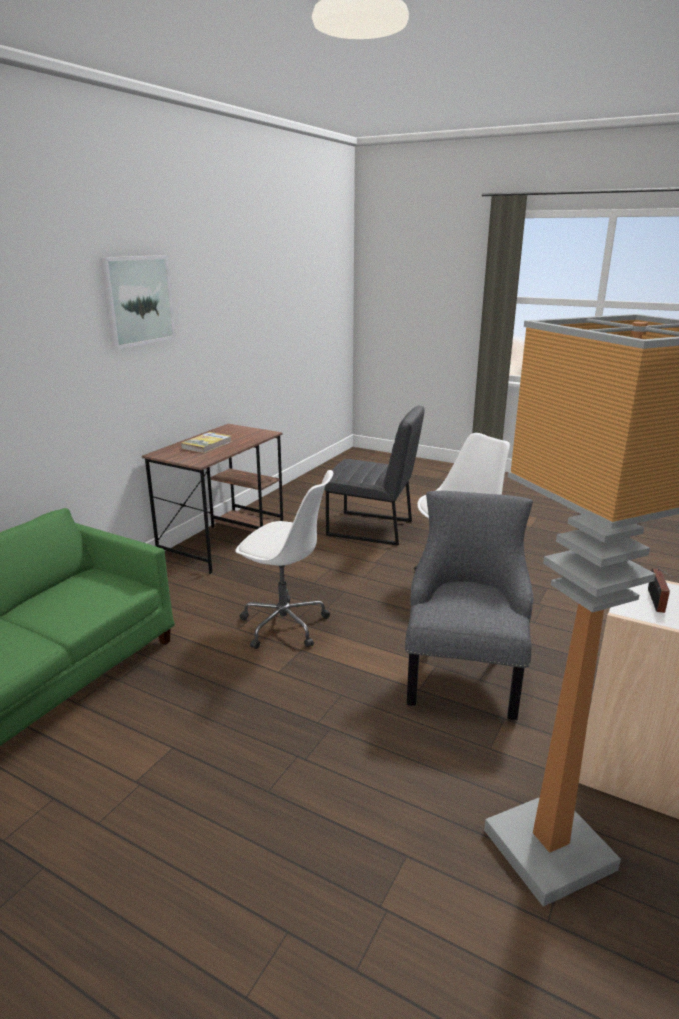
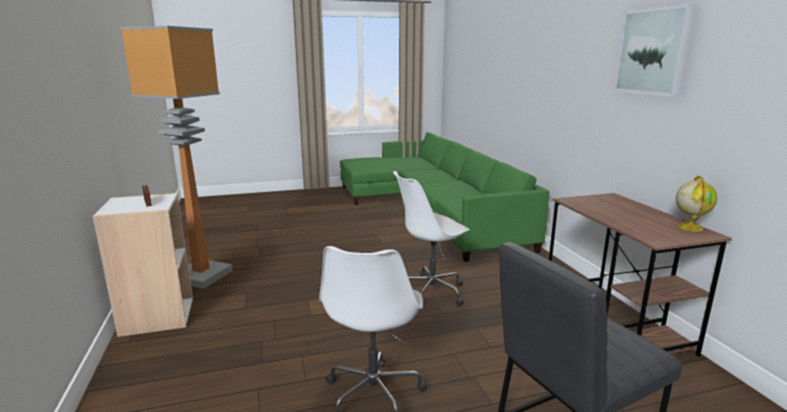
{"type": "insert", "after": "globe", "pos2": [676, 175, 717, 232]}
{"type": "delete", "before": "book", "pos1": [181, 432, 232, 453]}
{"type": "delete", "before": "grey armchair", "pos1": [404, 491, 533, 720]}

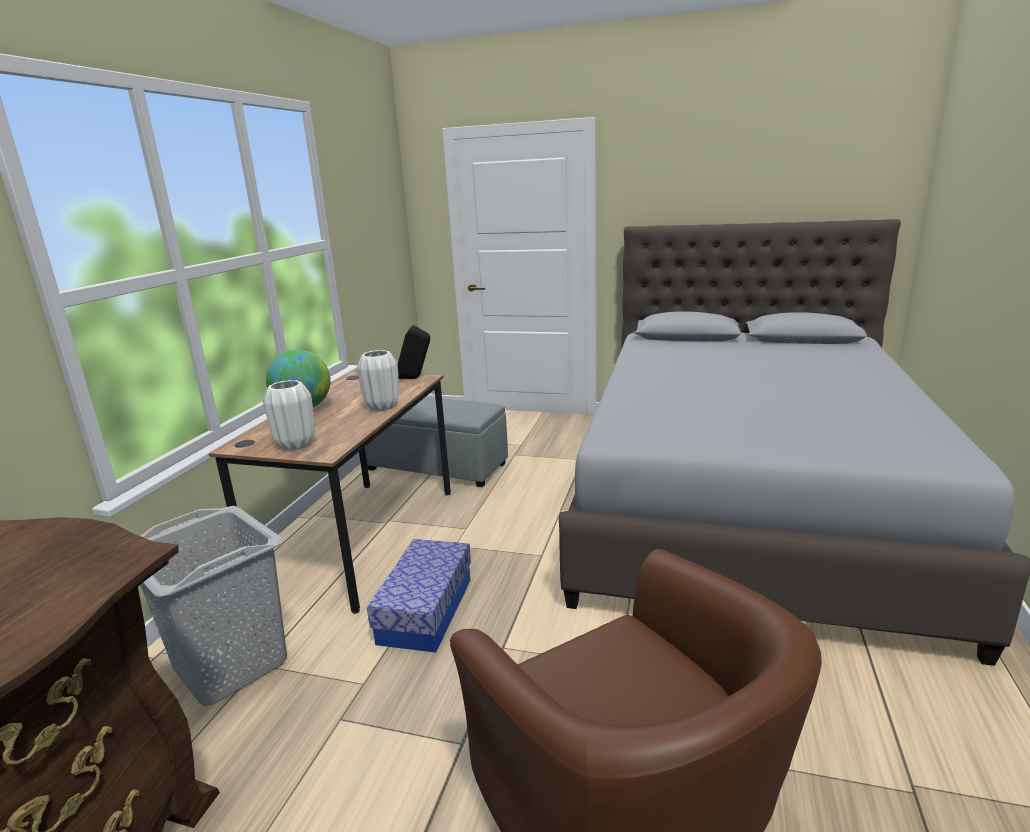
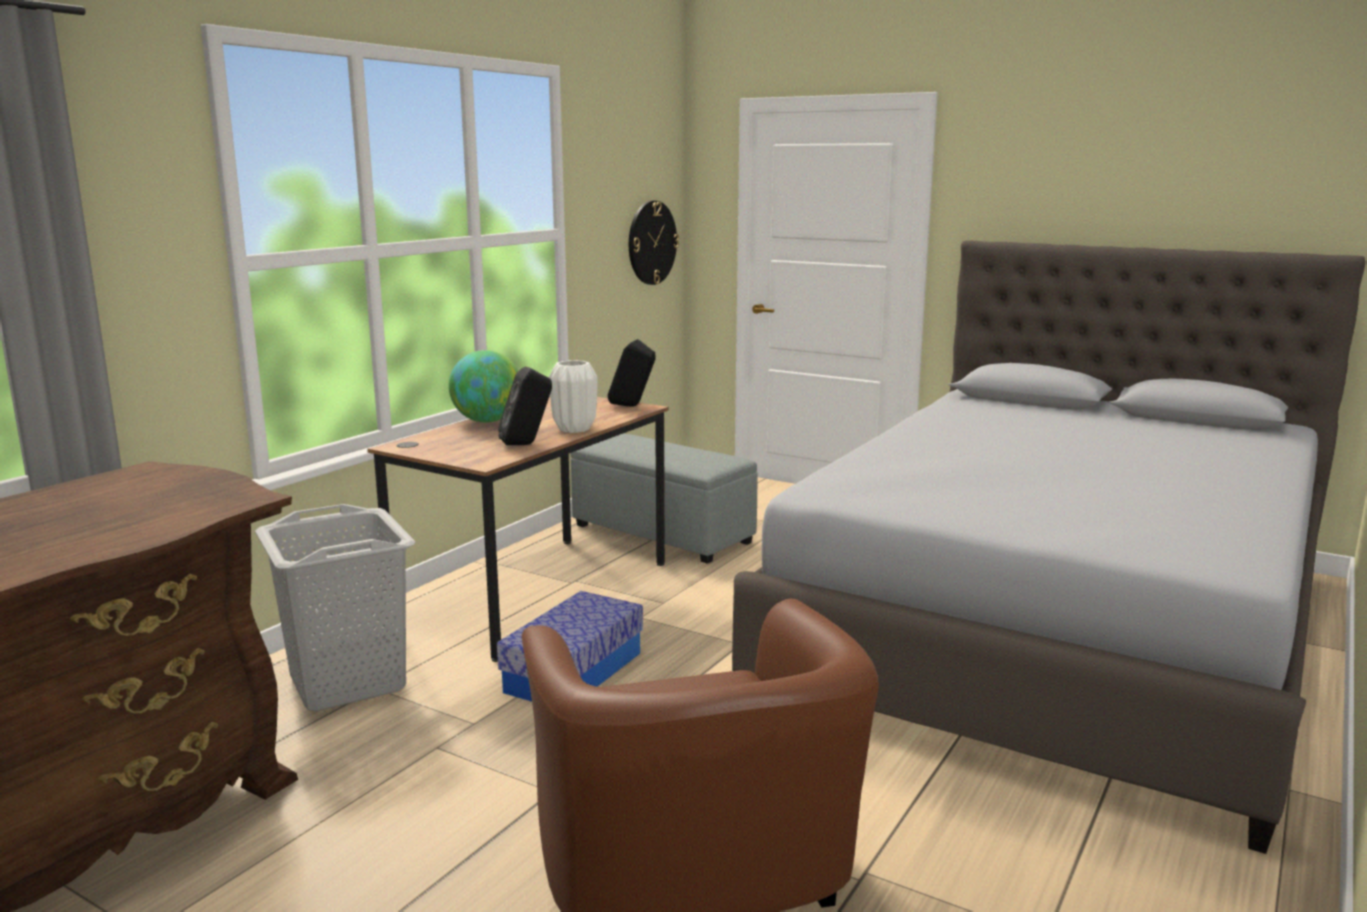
{"type": "insert", "after": "black speaker", "pos2": [498, 366, 552, 445]}
{"type": "insert", "after": "wall clock", "pos2": [629, 201, 679, 285]}
{"type": "delete", "before": "white vase", "pos1": [263, 380, 315, 451]}

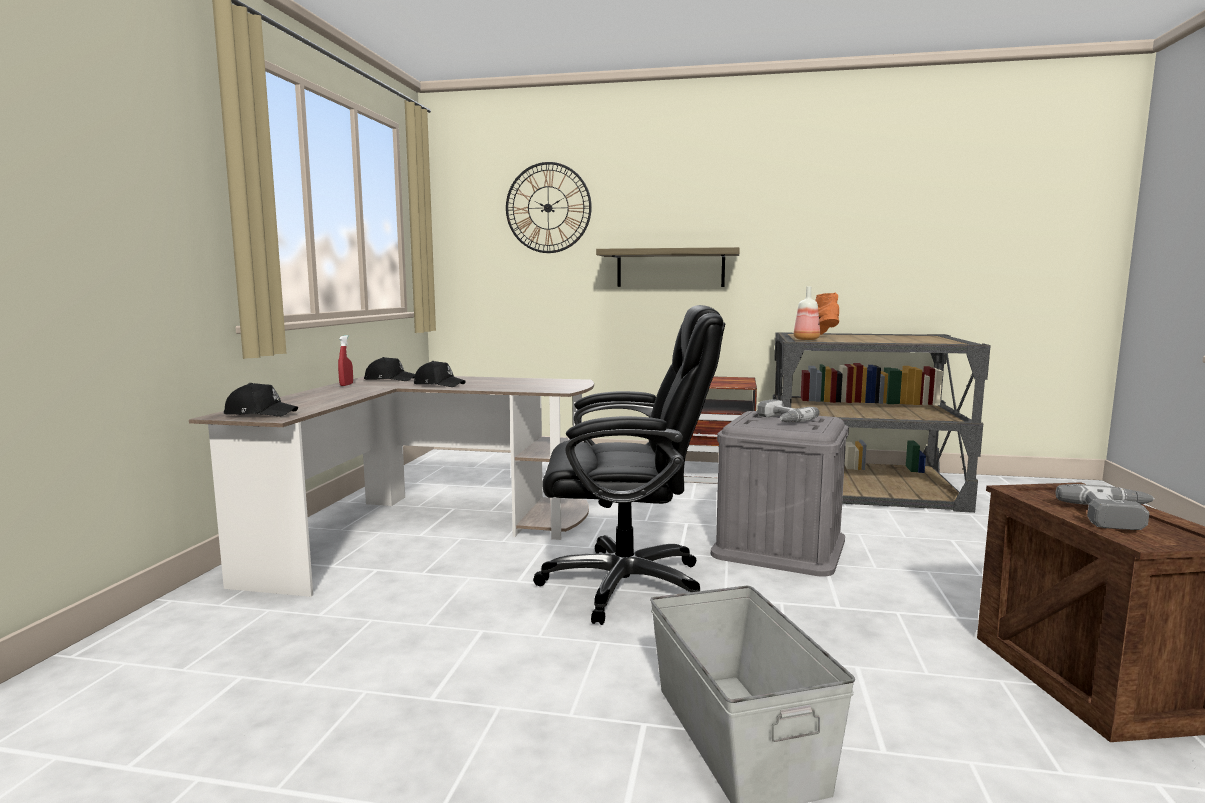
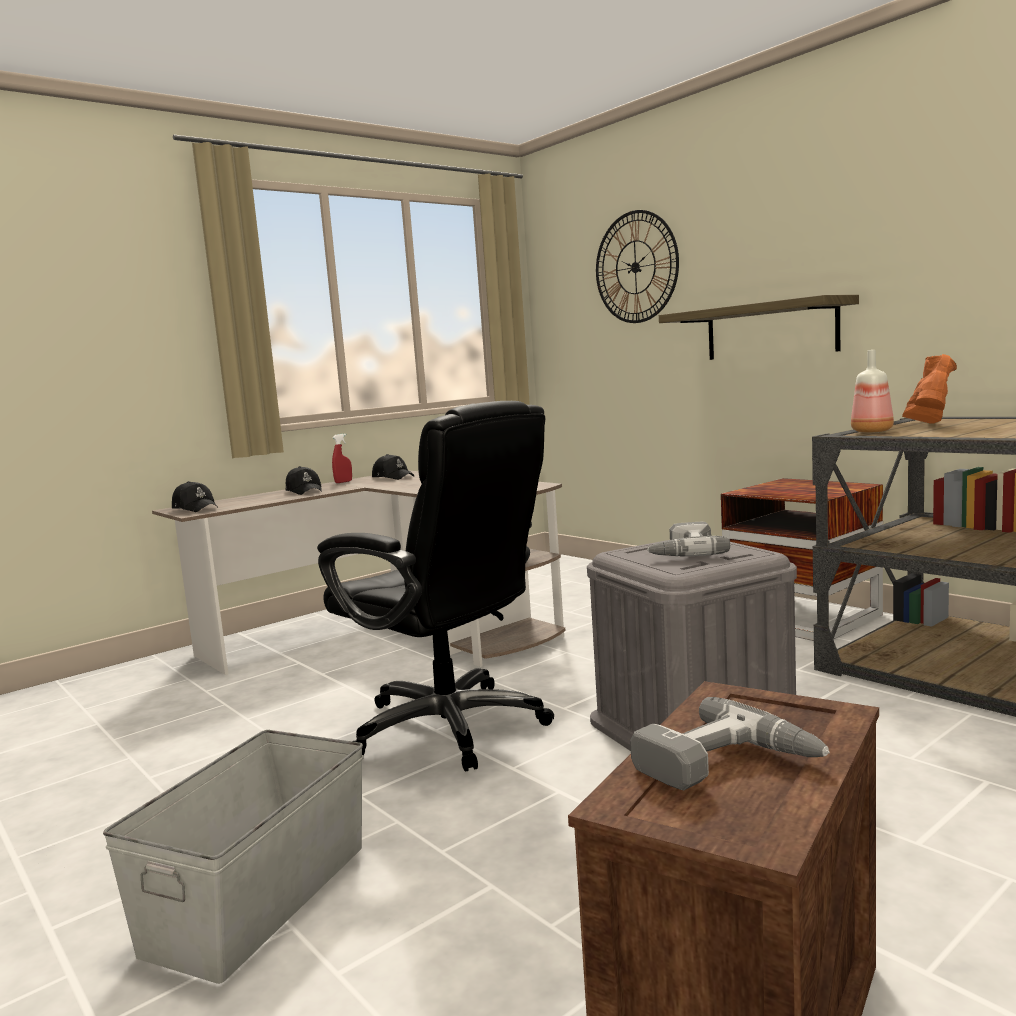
{"type": "move", "before": "black cap", "pos1": [414, 361, 466, 387], "pos2": [286, 466, 322, 495]}

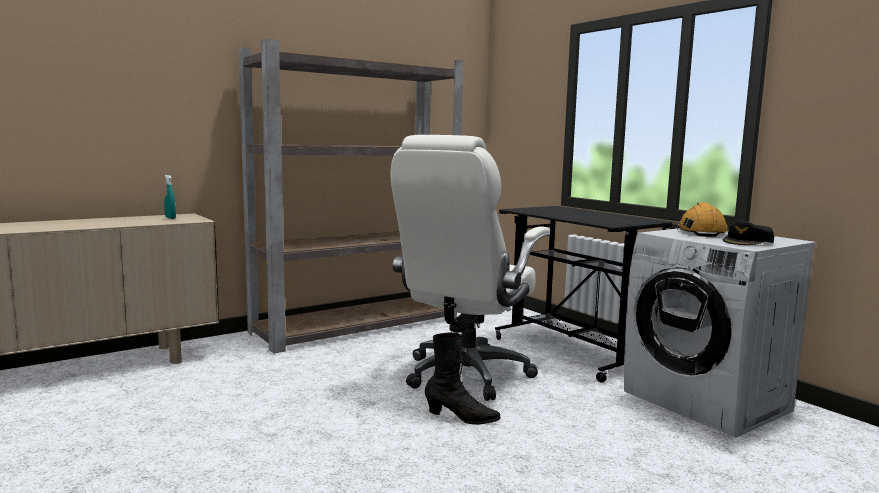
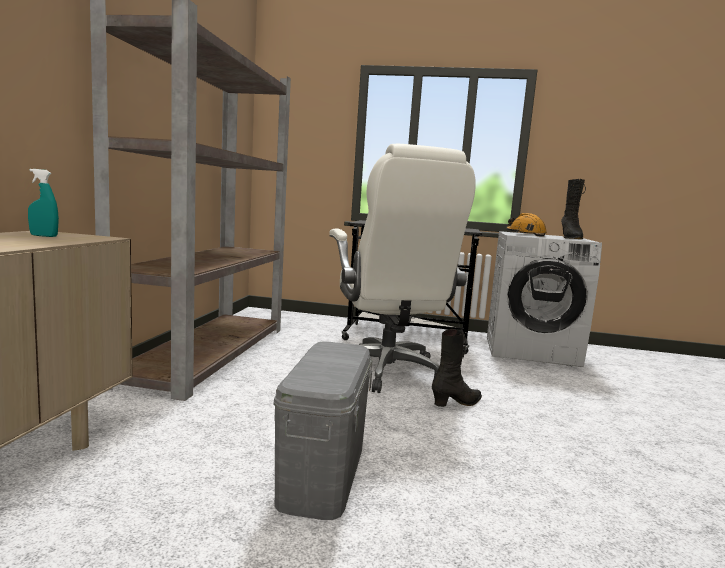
{"type": "insert", "after": "grey storage box", "pos2": [274, 341, 372, 520]}
{"type": "replace", "before": "black cap", "after": "black boot", "pos1": [723, 221, 774, 245], "pos2": [561, 179, 586, 239]}

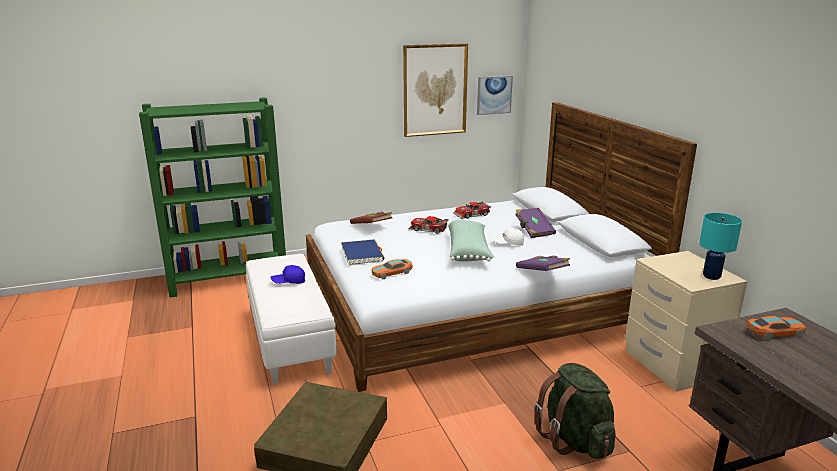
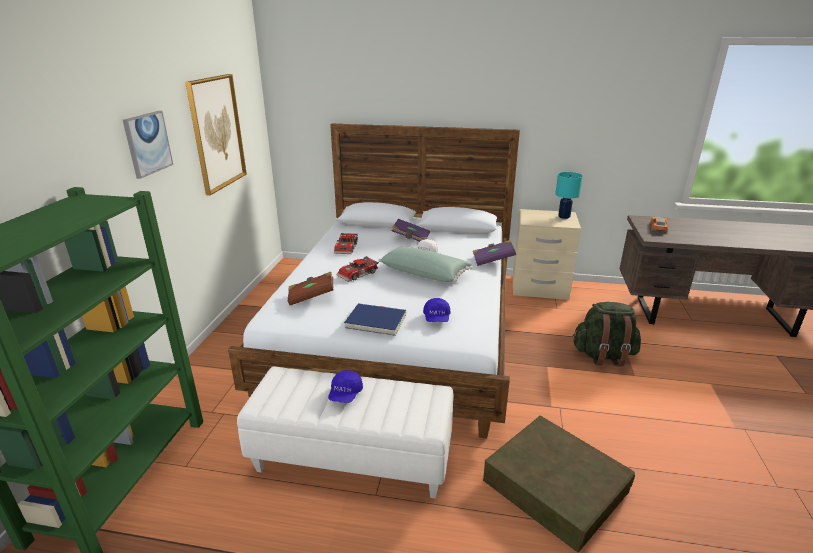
{"type": "move", "before": "picture", "pos1": [477, 76, 513, 115], "pos2": [123, 111, 173, 179]}
{"type": "replace", "before": "toy car", "after": "blue cap", "pos1": [372, 259, 413, 279], "pos2": [423, 298, 451, 322]}

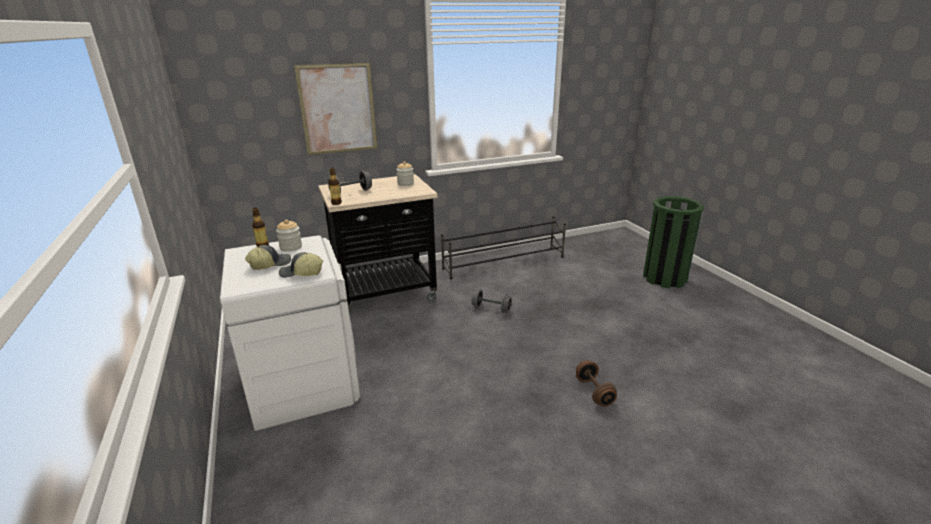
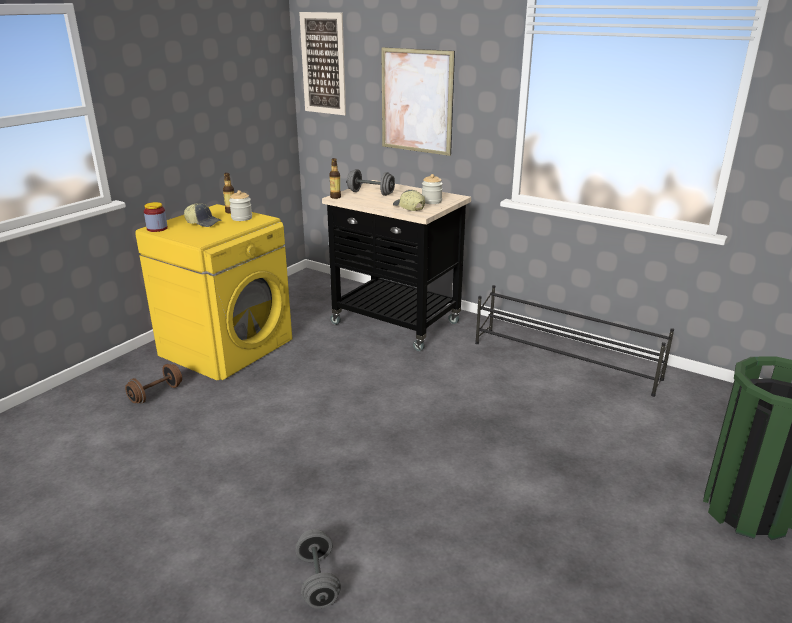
{"type": "move", "before": "brown dumbbell", "pos1": [576, 360, 617, 407], "pos2": [125, 364, 182, 403]}
{"type": "recolor", "before": "white washing machine", "after": "yellow washing machine", "pos1": [220, 235, 360, 431], "pos2": [135, 204, 292, 380]}
{"type": "insert", "after": "jar", "pos2": [144, 202, 168, 232]}
{"type": "move", "before": "grey dumbbell", "pos1": [472, 289, 512, 313], "pos2": [295, 529, 341, 609]}
{"type": "insert", "after": "picture", "pos2": [299, 12, 346, 115]}
{"type": "move", "before": "cap", "pos1": [279, 252, 323, 278], "pos2": [393, 190, 425, 211]}

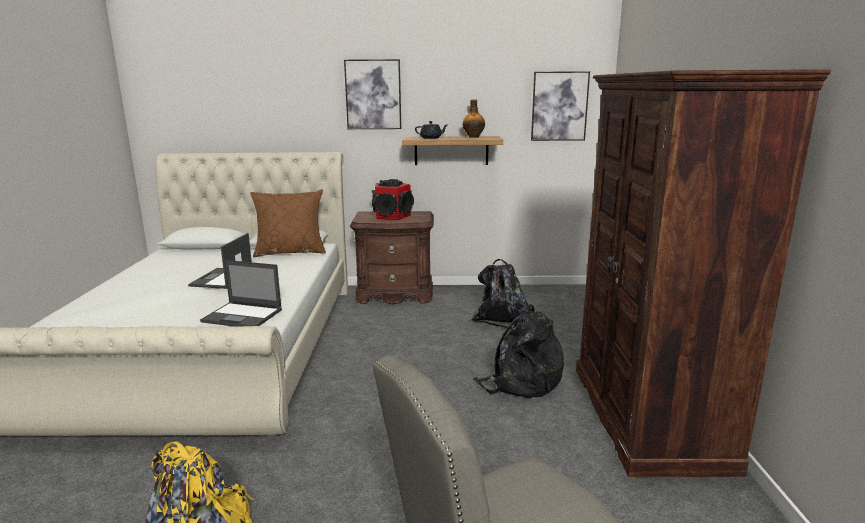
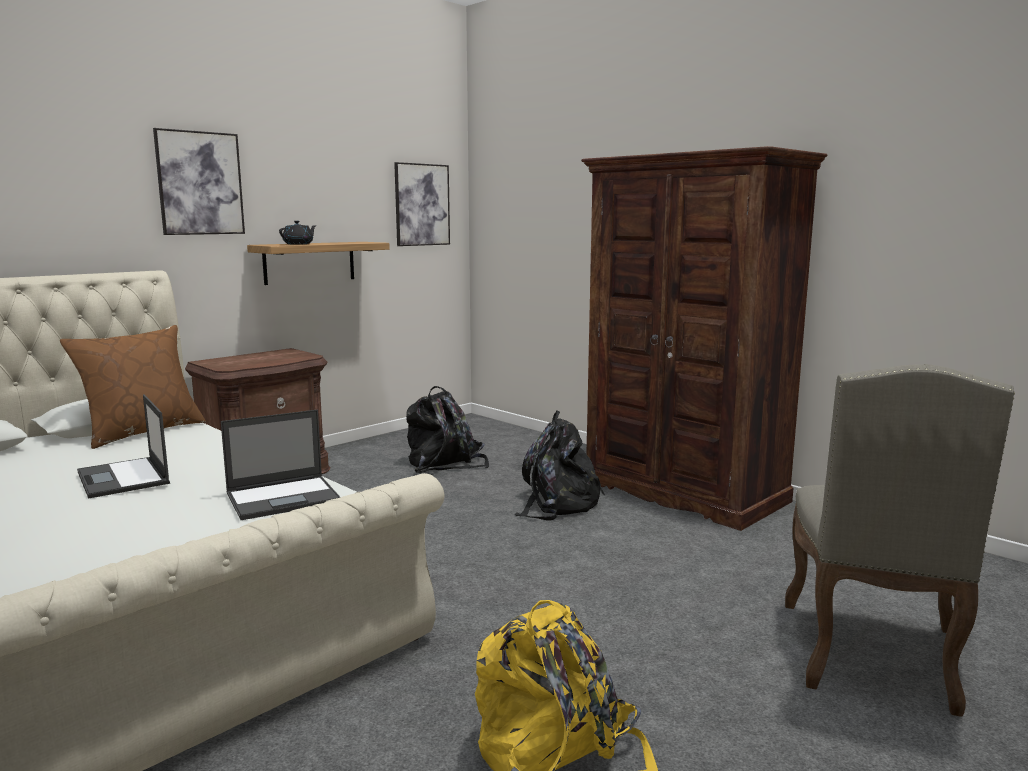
{"type": "delete", "before": "speaker", "pos1": [372, 179, 414, 220]}
{"type": "delete", "before": "bottle", "pos1": [463, 99, 485, 138]}

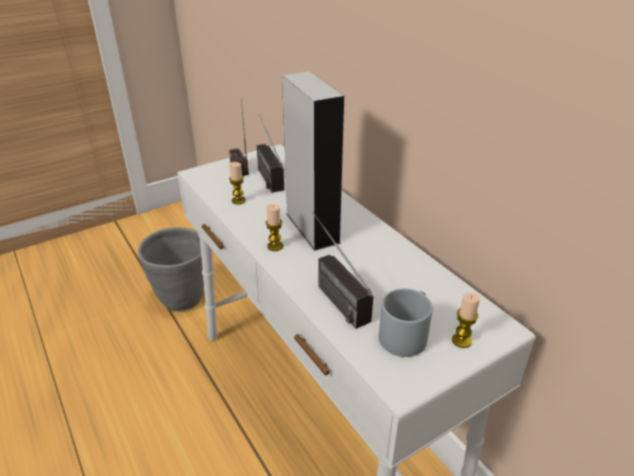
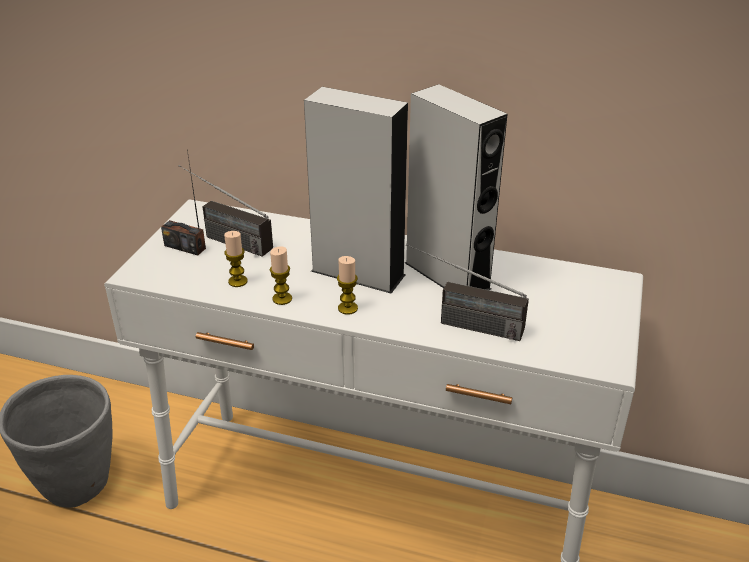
{"type": "move", "before": "candle", "pos1": [452, 293, 480, 348], "pos2": [270, 246, 292, 305]}
{"type": "insert", "after": "grey speaker", "pos2": [405, 84, 507, 290]}
{"type": "delete", "before": "grey mug", "pos1": [379, 288, 433, 357]}

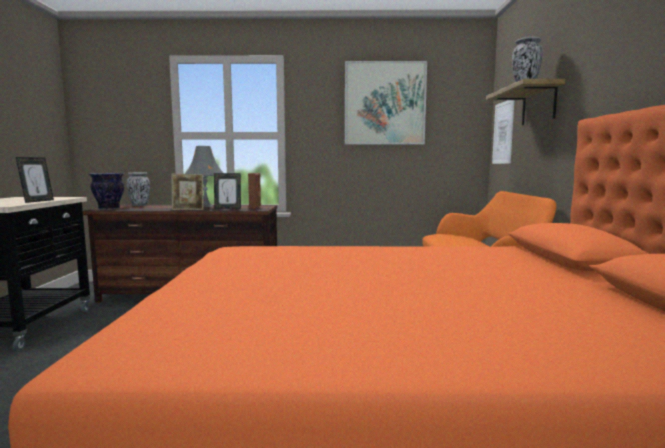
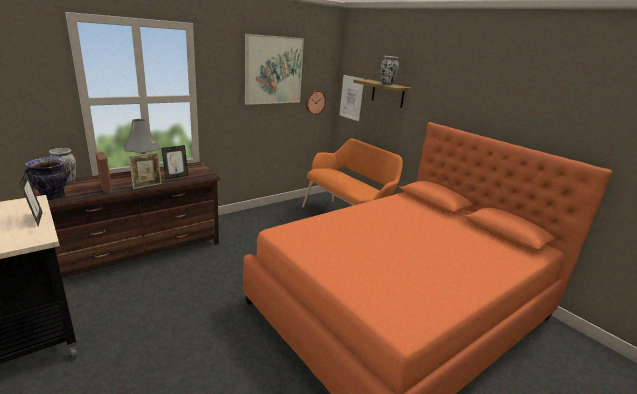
{"type": "move", "before": "brown speaker", "pos1": [248, 173, 261, 208], "pos2": [95, 152, 112, 193]}
{"type": "insert", "after": "wall clock", "pos2": [306, 90, 326, 115]}

